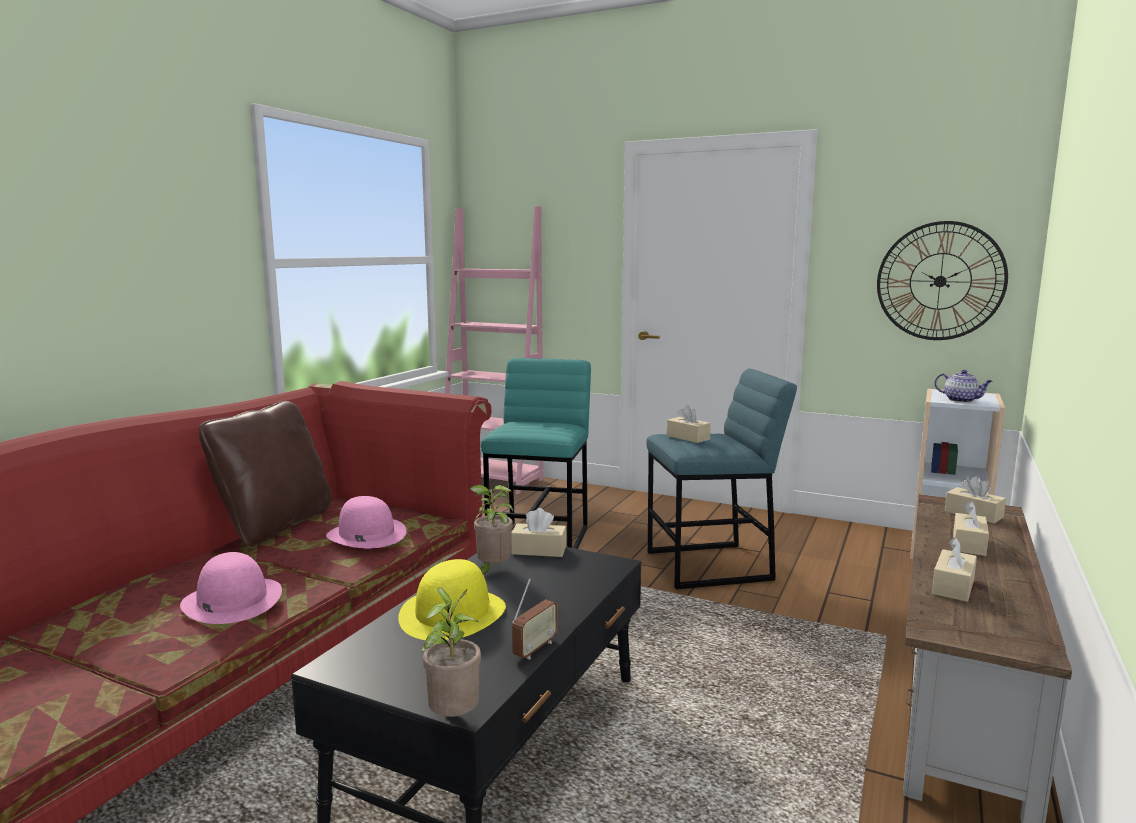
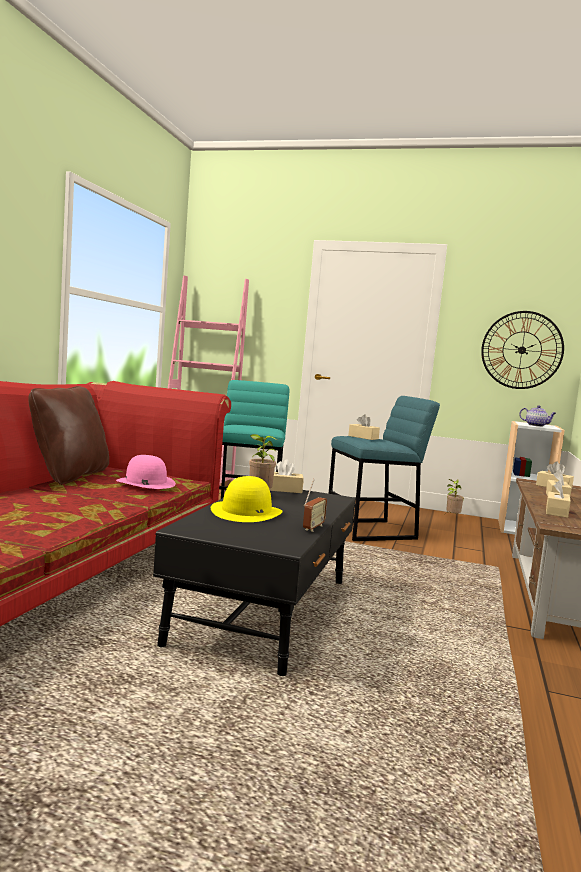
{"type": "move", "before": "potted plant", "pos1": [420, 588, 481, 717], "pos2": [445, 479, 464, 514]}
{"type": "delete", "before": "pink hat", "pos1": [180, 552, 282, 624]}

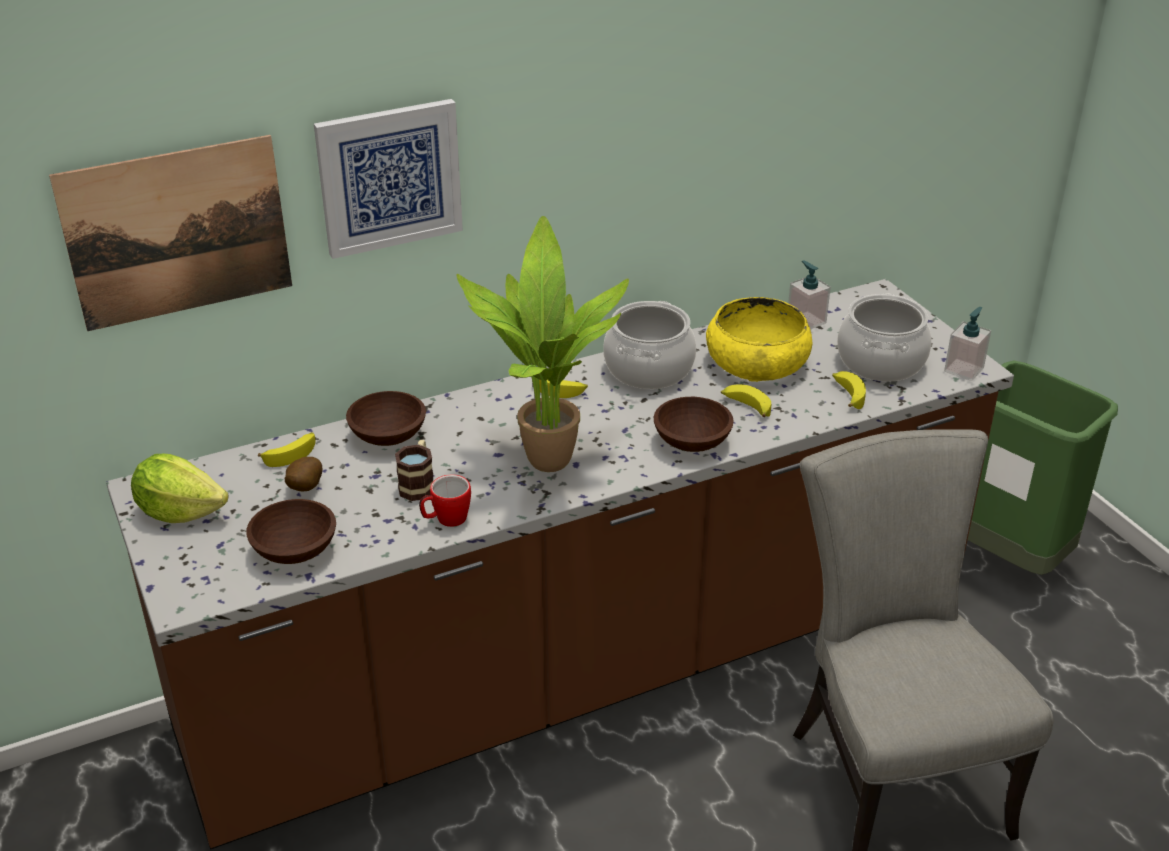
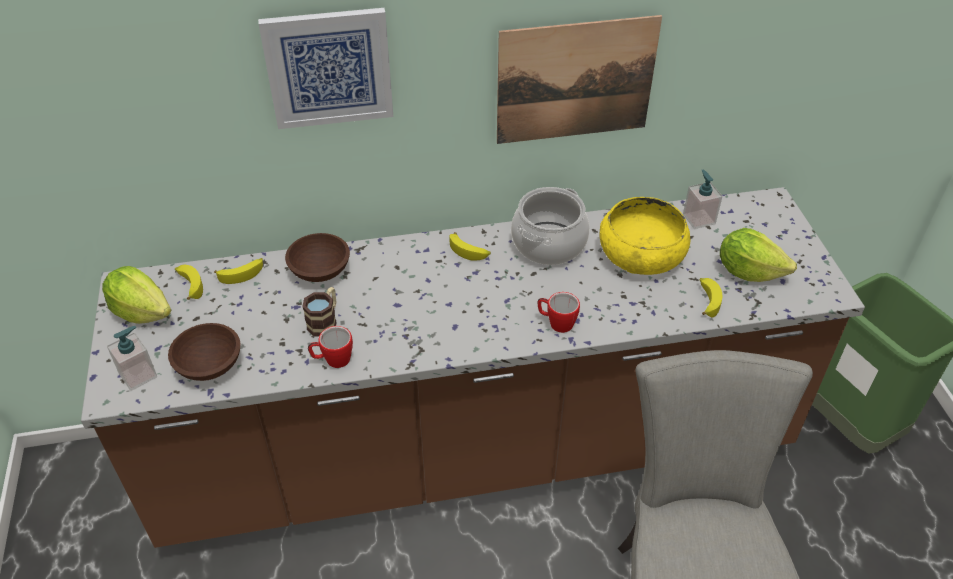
{"type": "move", "before": "soap dispenser", "pos1": [944, 307, 991, 381], "pos2": [107, 326, 157, 391]}
{"type": "move", "before": "banana", "pos1": [721, 384, 771, 417], "pos2": [175, 265, 203, 300]}
{"type": "move", "before": "picture", "pos1": [49, 135, 292, 331], "pos2": [497, 15, 662, 144]}
{"type": "replace", "before": "brown bowl", "after": "mug", "pos1": [654, 397, 734, 452], "pos2": [538, 292, 580, 333]}
{"type": "replace", "before": "cooking pot", "after": "lettuce", "pos1": [837, 293, 932, 382], "pos2": [720, 228, 797, 282]}
{"type": "delete", "before": "potato", "pos1": [285, 457, 322, 492]}
{"type": "delete", "before": "potted plant", "pos1": [456, 216, 629, 472]}

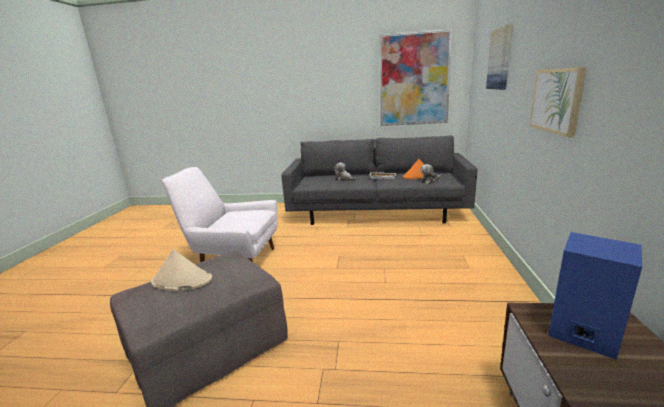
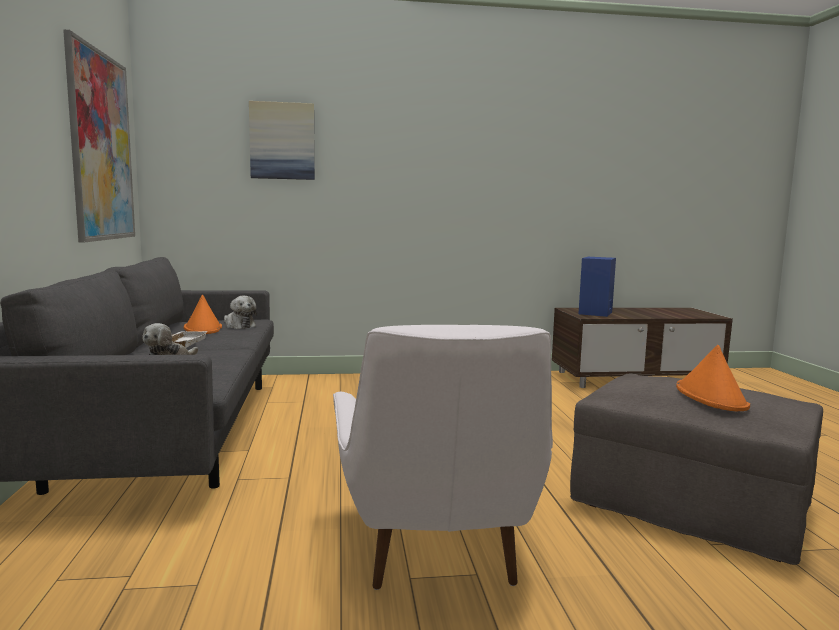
{"type": "recolor", "before": "beige hat", "after": "orange hat", "pos1": [151, 249, 212, 291], "pos2": [676, 345, 750, 411]}
{"type": "delete", "before": "picture", "pos1": [529, 67, 587, 138]}

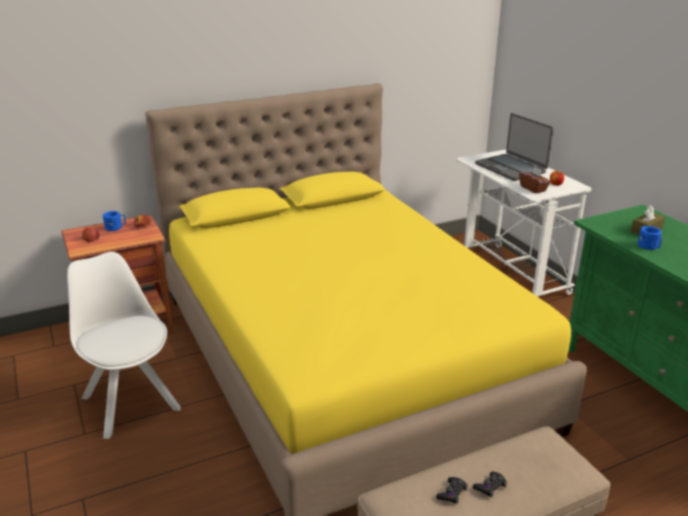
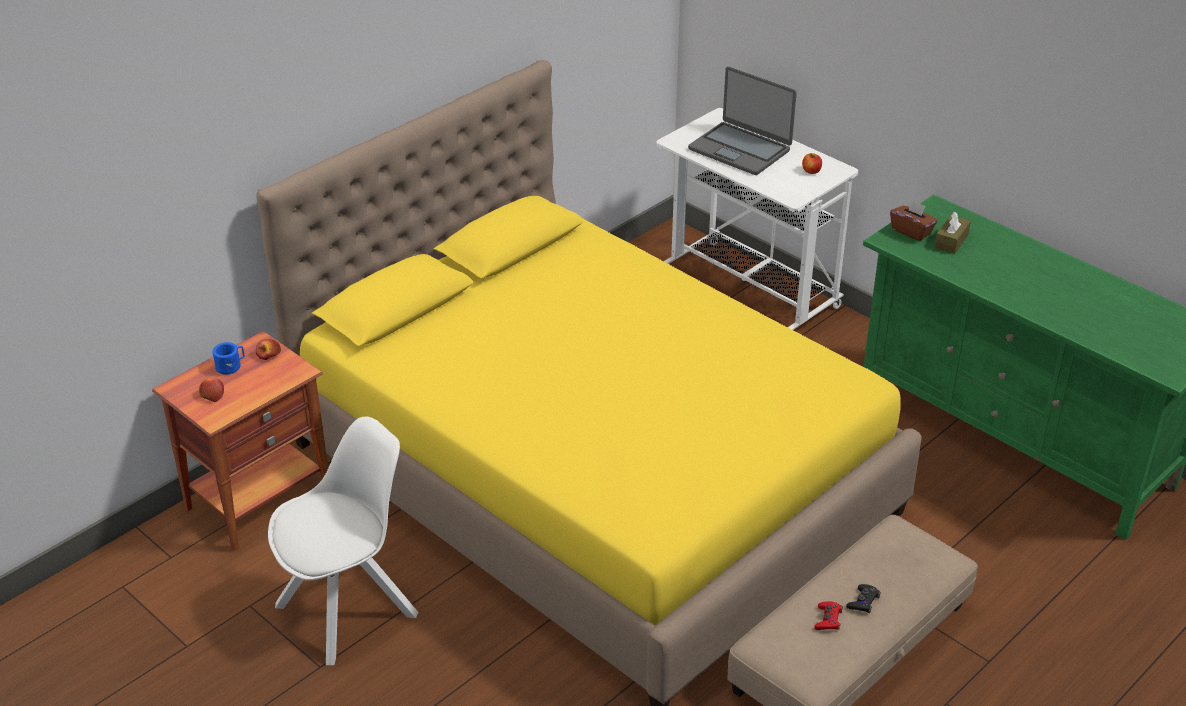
{"type": "rotate", "before": "white chair", "pos1": [67, 252, 181, 439], "pos2": [268, 417, 418, 665], "turn": 105}
{"type": "recolor", "before": "black game controller", "after": "red game controller", "pos1": [436, 477, 468, 504], "pos2": [814, 601, 843, 630]}
{"type": "move", "before": "brown tissue box", "pos1": [519, 167, 550, 193], "pos2": [890, 199, 937, 241]}
{"type": "delete", "before": "blue mug", "pos1": [638, 226, 662, 250]}

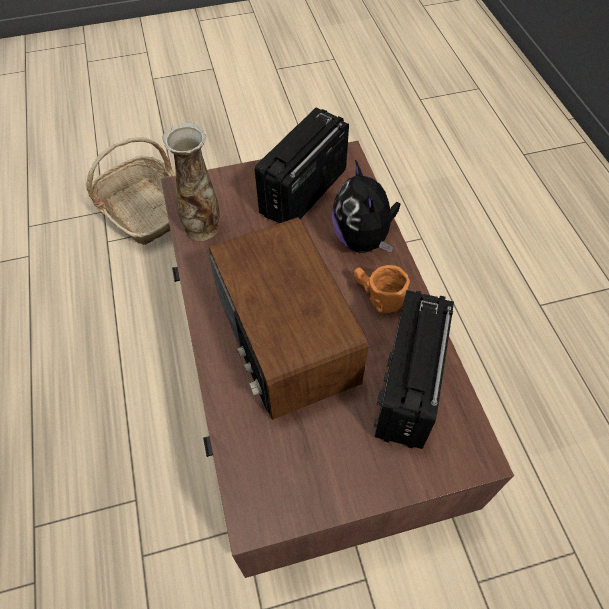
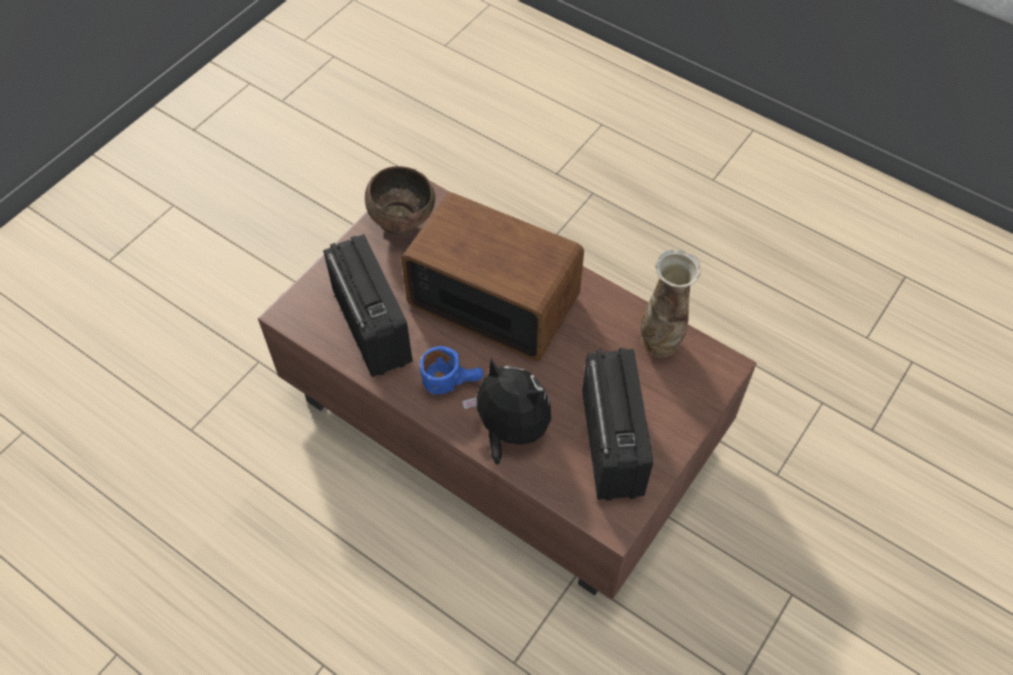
{"type": "insert", "after": "brown bowl", "pos2": [365, 166, 435, 236]}
{"type": "recolor", "before": "orange mug", "after": "blue mug", "pos1": [354, 265, 410, 313], "pos2": [419, 346, 483, 394]}
{"type": "delete", "before": "basket", "pos1": [86, 137, 176, 245]}

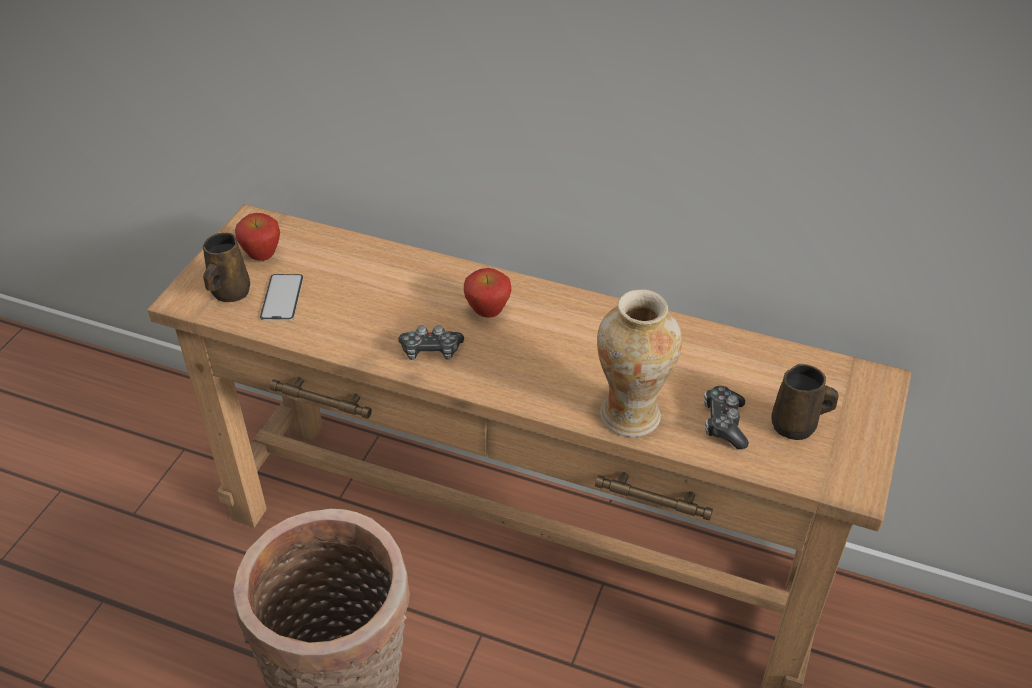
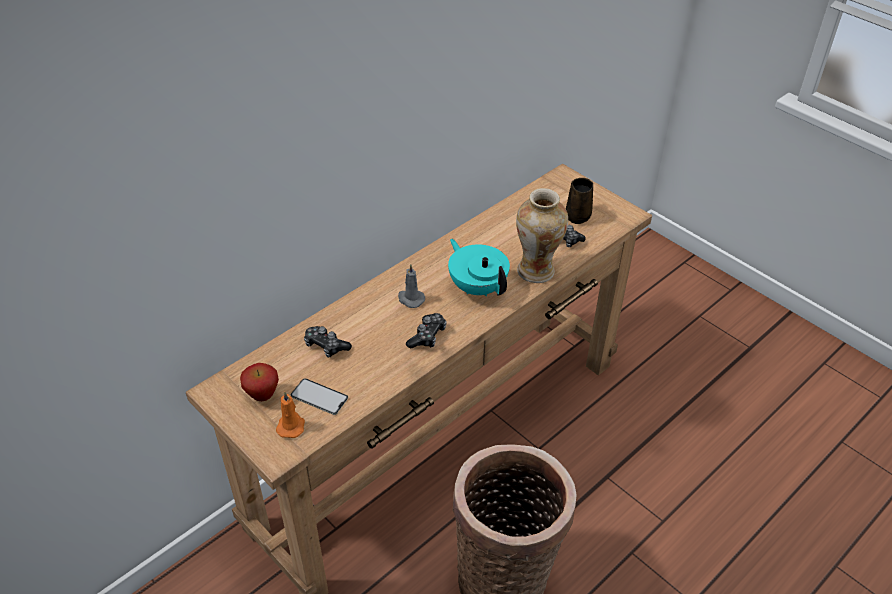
{"type": "replace", "before": "brown mug", "after": "orange candle", "pos1": [203, 233, 250, 302], "pos2": [276, 392, 305, 438]}
{"type": "insert", "after": "game controller", "pos2": [304, 326, 352, 357]}
{"type": "replace", "before": "apple", "after": "grey candle", "pos1": [464, 268, 511, 318], "pos2": [398, 264, 425, 308]}
{"type": "insert", "after": "turquoise teapot", "pos2": [448, 239, 510, 296]}

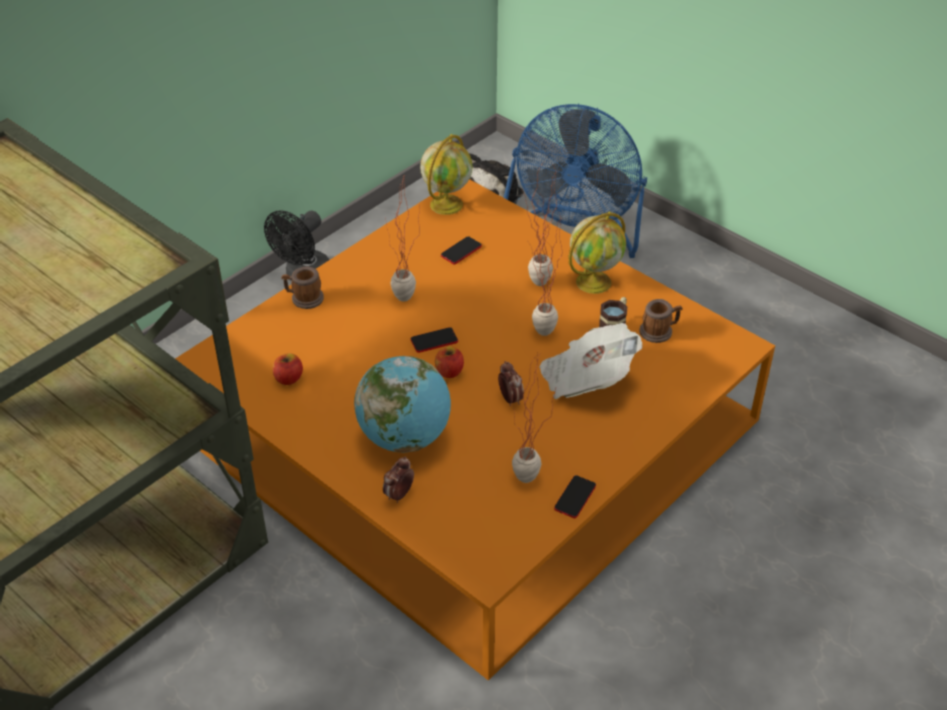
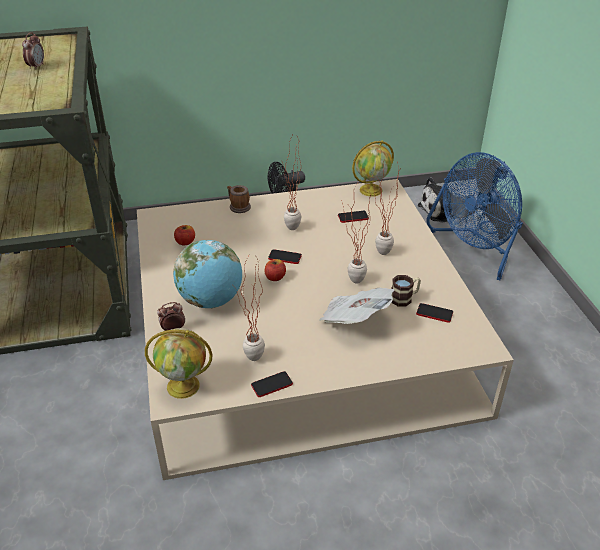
{"type": "move", "before": "alarm clock", "pos1": [498, 361, 524, 406], "pos2": [22, 32, 44, 70]}
{"type": "recolor", "before": "orange coffee table", "after": "beige coffee table", "pos1": [175, 179, 775, 680], "pos2": [137, 179, 514, 480]}
{"type": "move", "before": "globe", "pos1": [568, 211, 626, 294], "pos2": [145, 328, 213, 399]}
{"type": "replace", "before": "mug", "after": "phone", "pos1": [639, 299, 683, 343], "pos2": [416, 303, 453, 323]}

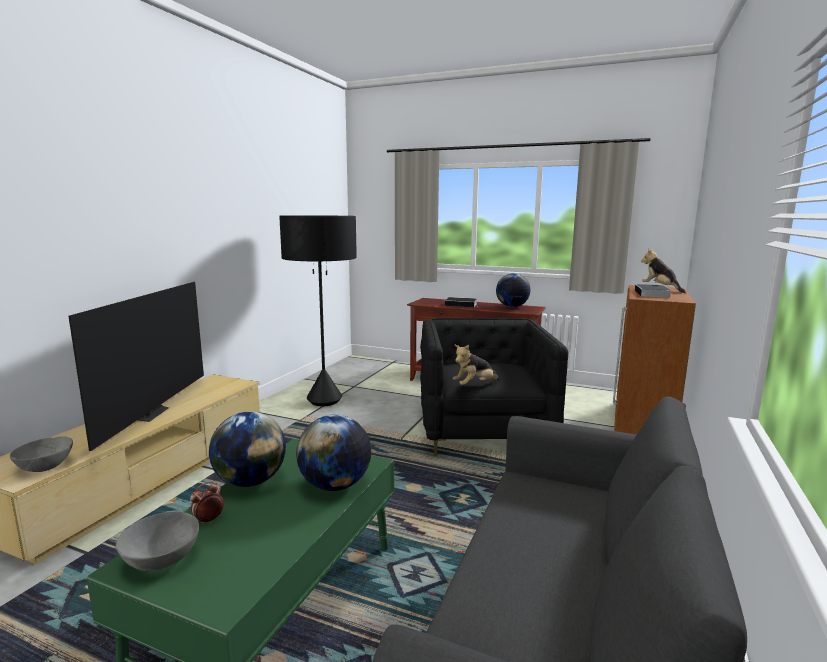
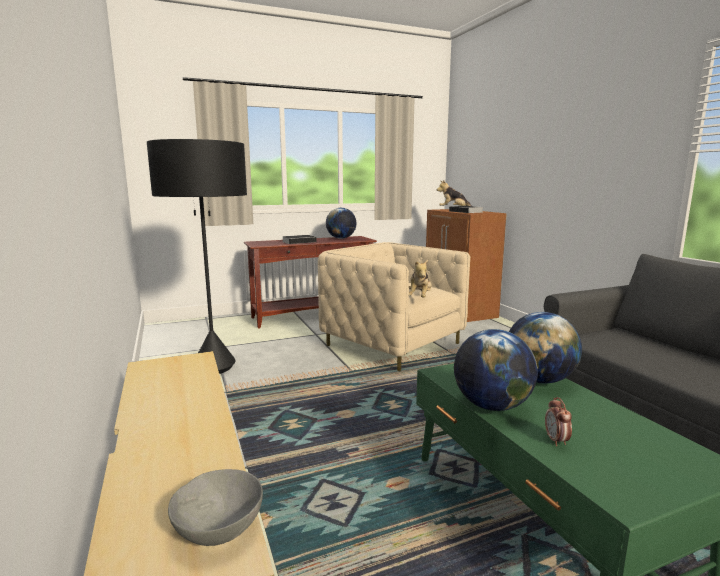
{"type": "recolor", "before": "black armchair", "after": "beige armchair", "pos1": [420, 318, 568, 456], "pos2": [318, 242, 470, 371]}
{"type": "delete", "before": "television", "pos1": [68, 282, 204, 451]}
{"type": "delete", "before": "grey bowl", "pos1": [116, 512, 199, 571]}

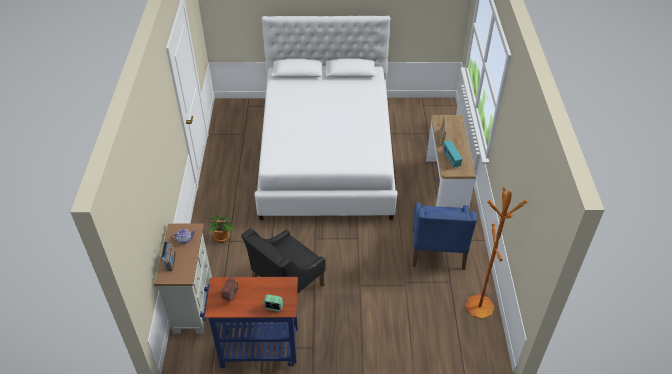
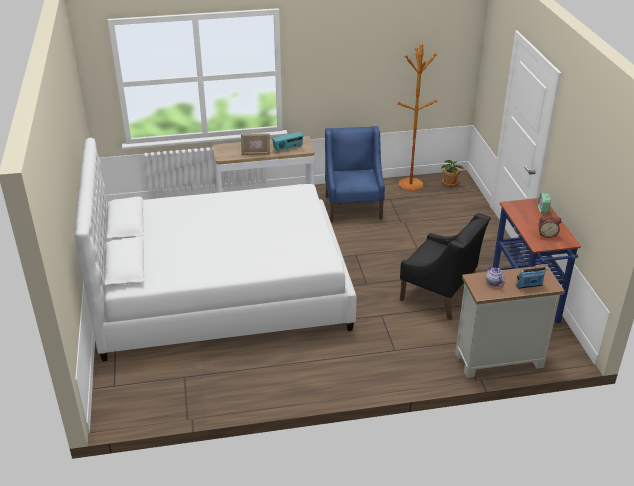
{"type": "rotate", "before": "blue armchair", "pos1": [412, 202, 477, 270], "pos2": [325, 126, 385, 222], "turn": -90}
{"type": "move", "before": "potted plant", "pos1": [209, 215, 233, 243], "pos2": [441, 160, 465, 188]}

